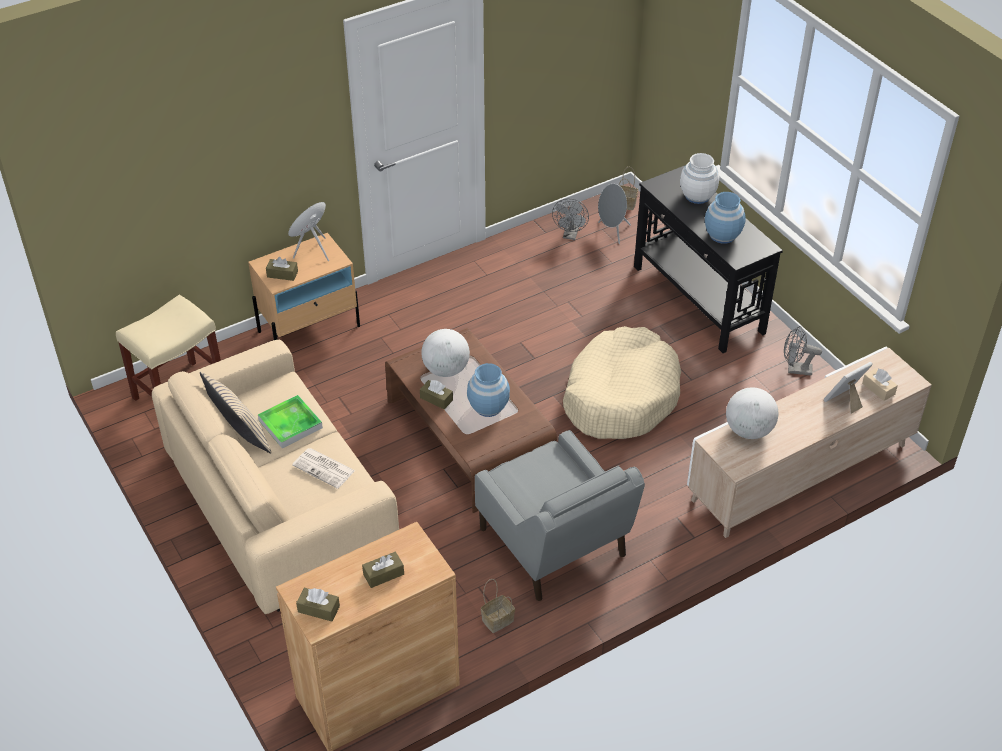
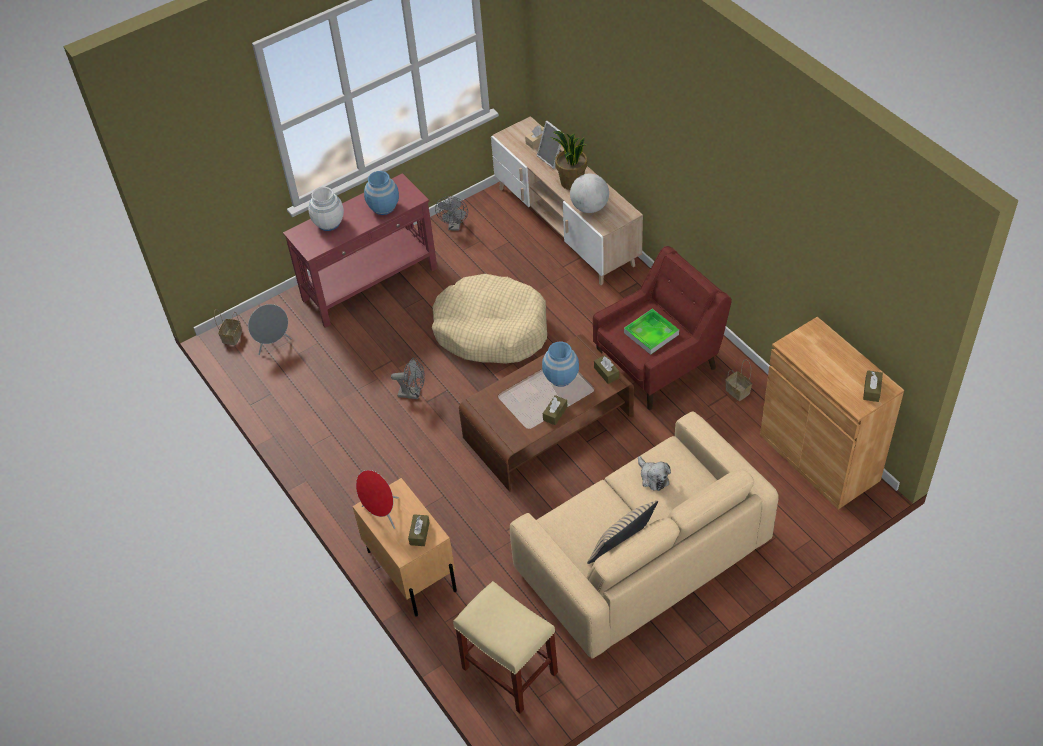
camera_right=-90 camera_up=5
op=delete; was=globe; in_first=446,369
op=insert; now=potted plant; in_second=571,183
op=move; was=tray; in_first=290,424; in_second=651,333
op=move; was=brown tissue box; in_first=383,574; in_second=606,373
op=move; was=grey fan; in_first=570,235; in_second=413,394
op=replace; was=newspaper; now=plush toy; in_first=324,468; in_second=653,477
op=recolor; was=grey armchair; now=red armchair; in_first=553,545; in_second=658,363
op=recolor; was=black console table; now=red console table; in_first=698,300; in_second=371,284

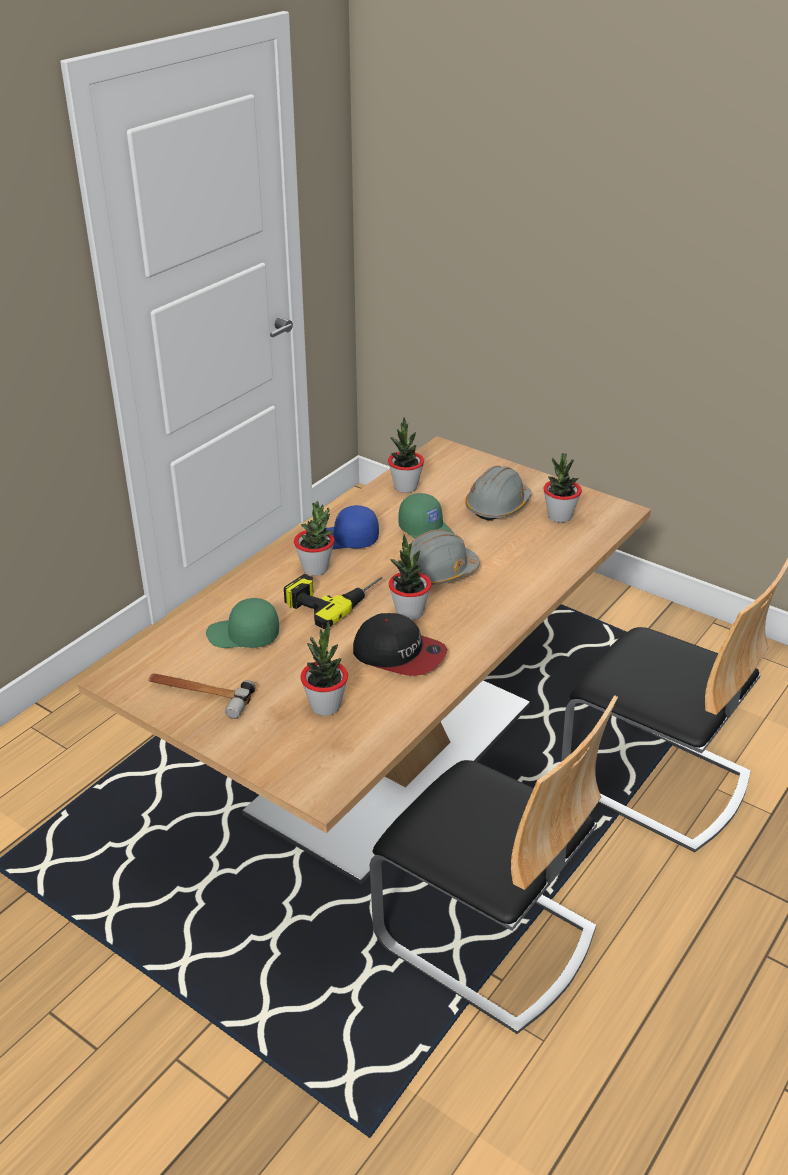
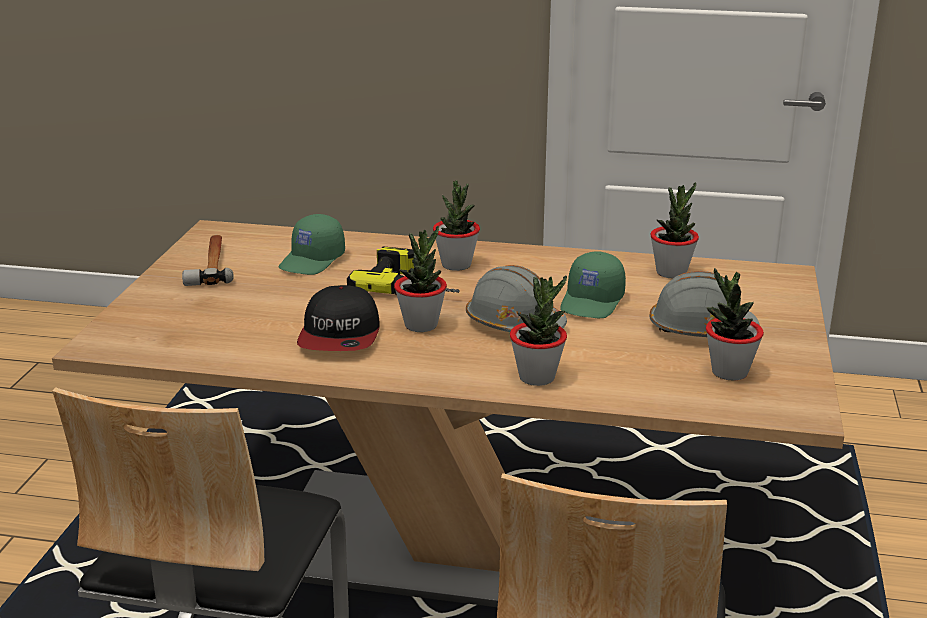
camera_right=65 camera_up=-10
op=delete; was=blue cap; in_first=346,540
op=move; was=potted plant; in_first=325,706; in_second=537,377
op=rotate; was=green cap; in_first=243,636; in_second=313,261; clockwise=-135

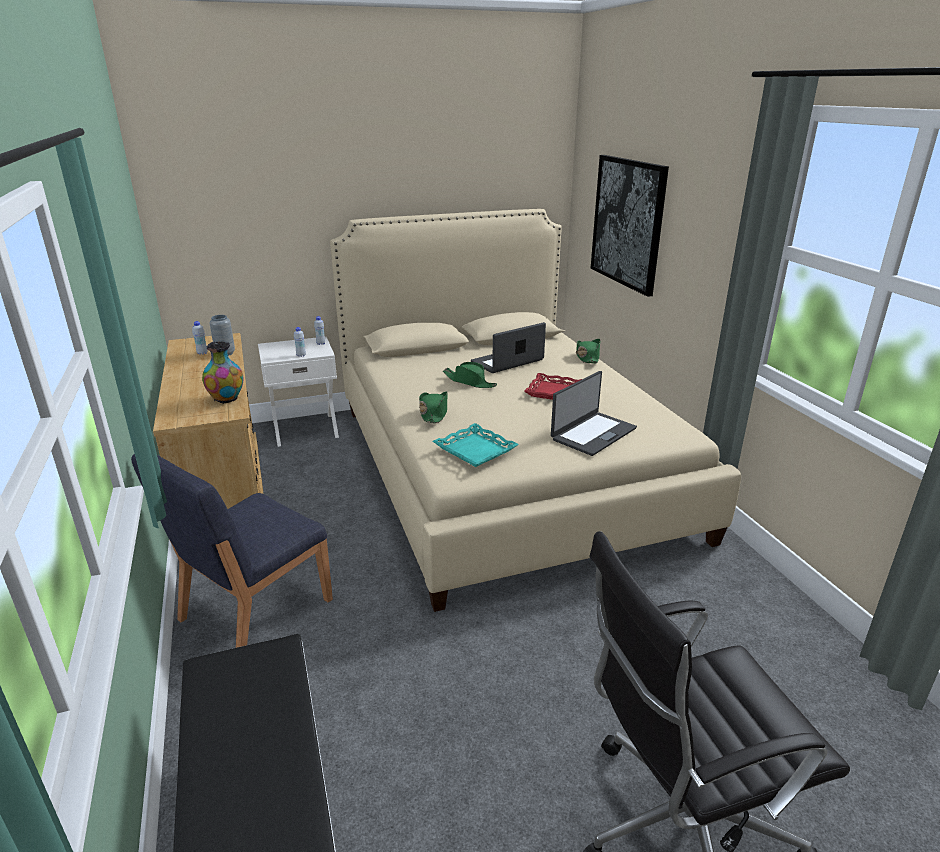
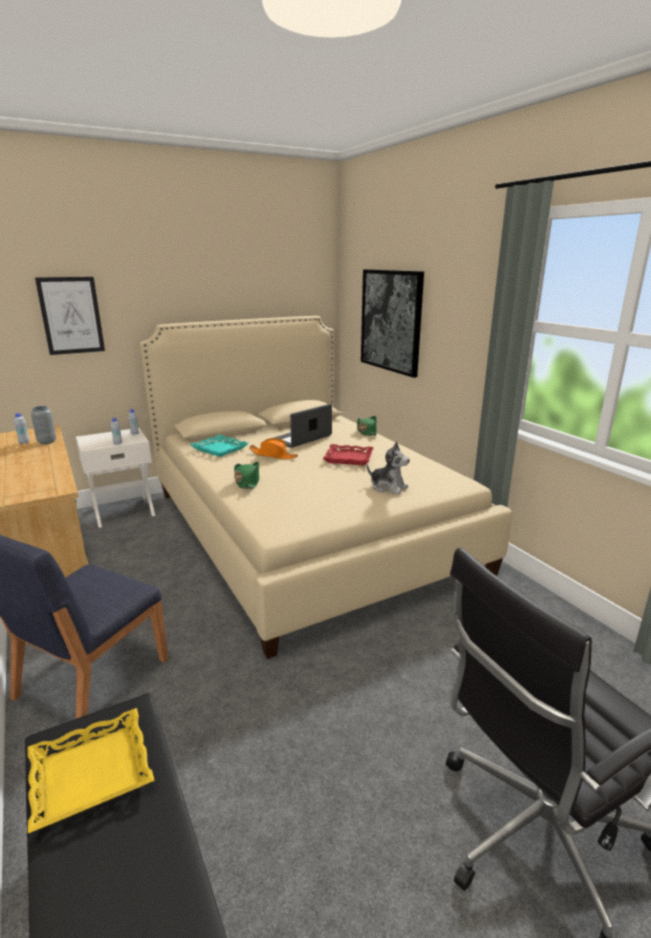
camera_right=-10 camera_up=-5
op=delete; was=vase; in_first=227,399
op=insert; now=yellow tray; in_second=91,774
op=insert; now=picture; in_second=71,315
op=move; was=turquoise tray; in_first=475,450; in_second=220,449
op=replace; was=laptop; now=plush toy; in_first=592,433; in_second=388,487
op=recolor; was=green hat; now=orange hat; in_first=469,382; in_second=273,455

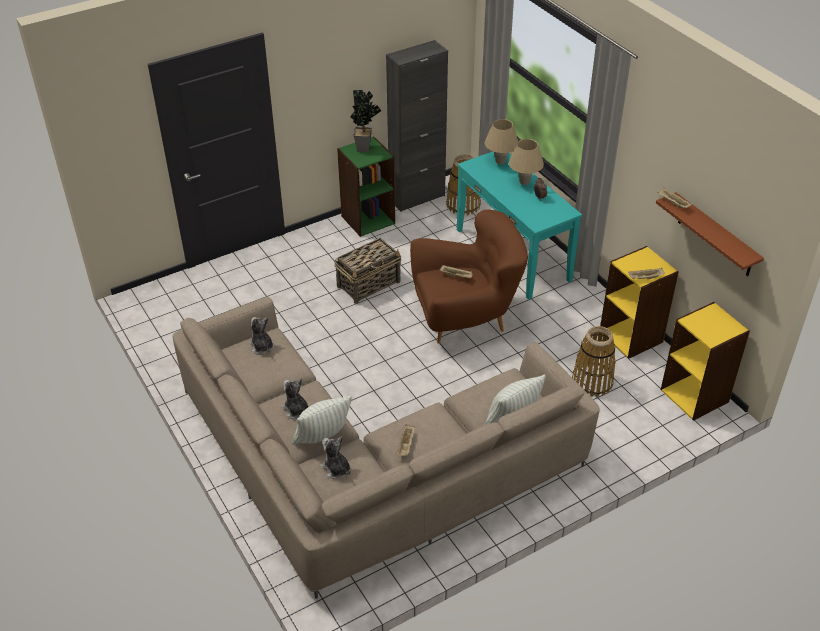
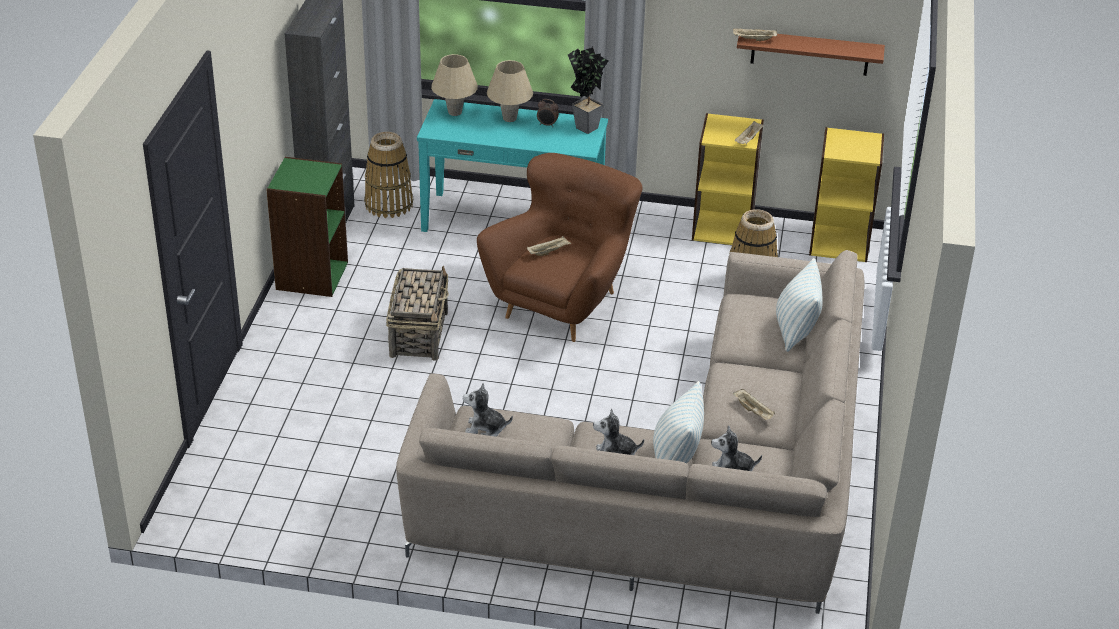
camera_right=-50 camera_up=-5
op=move; was=potted plant; in_first=365,147; in_second=585,125

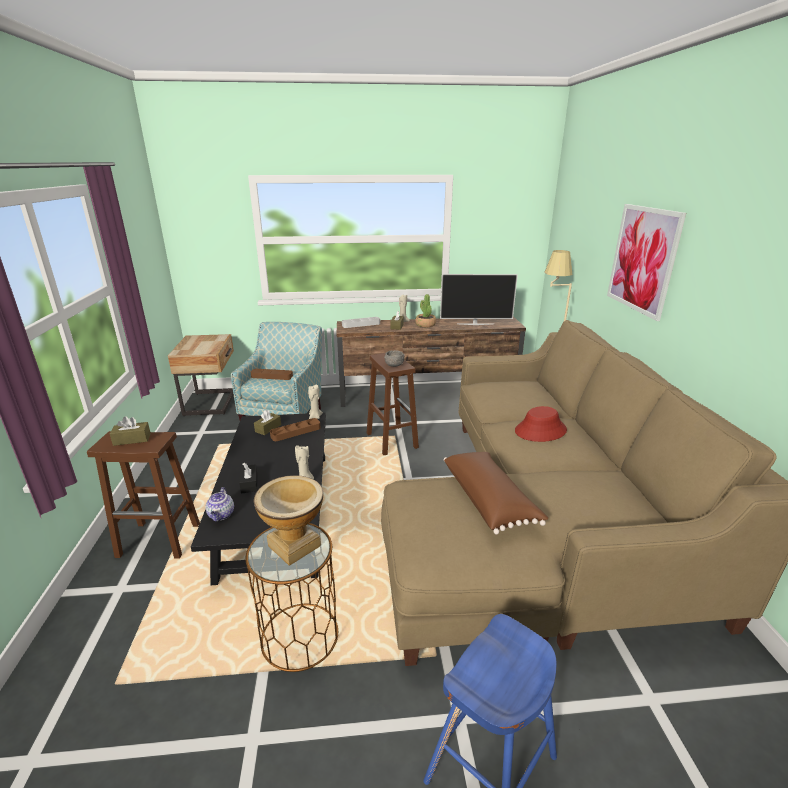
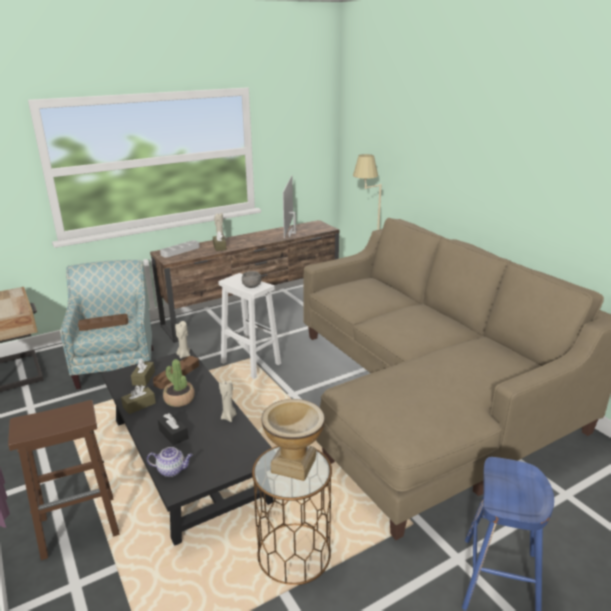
camera_right=-25 camera_up=0
op=delete; was=brown pillow; in_first=489,500
op=delete; was=red hat; in_first=540,431
op=delete; was=picture; in_first=642,259
op=move; was=brown tissue box; in_first=132,439; in_second=139,405
op=move; was=potted plant; in_first=425,324; in_second=179,399
op=recolor; was=brown stool; now=white stool; in_first=391,440; in_second=250,363
op=rotate; was=teapot; in_first=221,515; in_second=172,470; clockwise=-60
op=rotate; was=television; in_first=475,324; in_second=292,232; clockwise=120

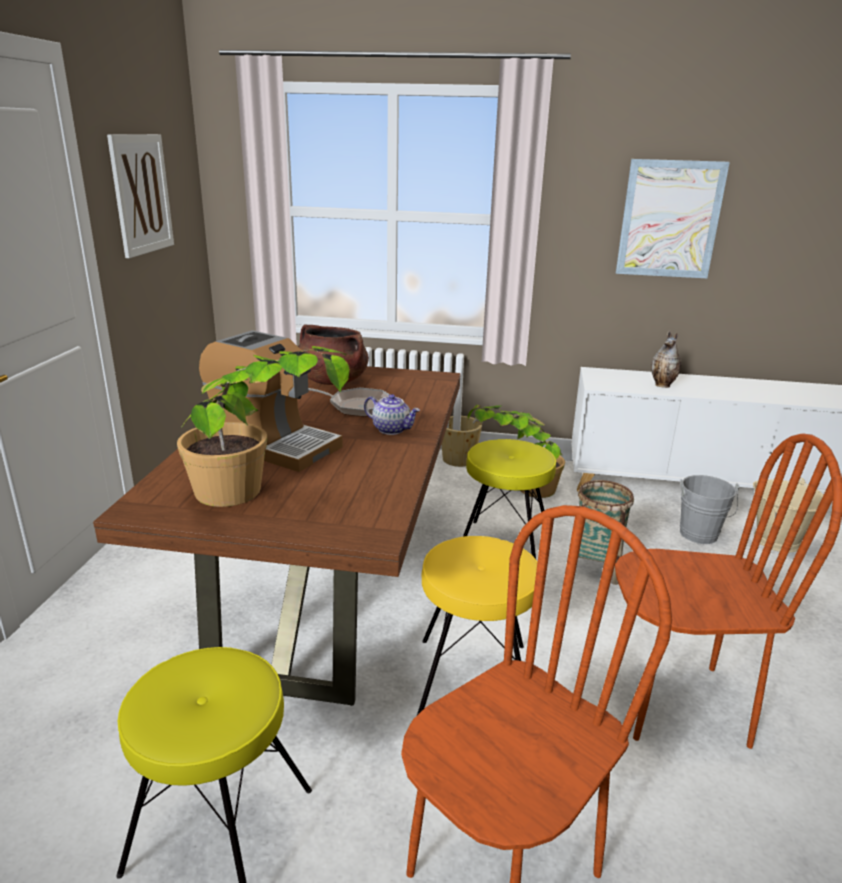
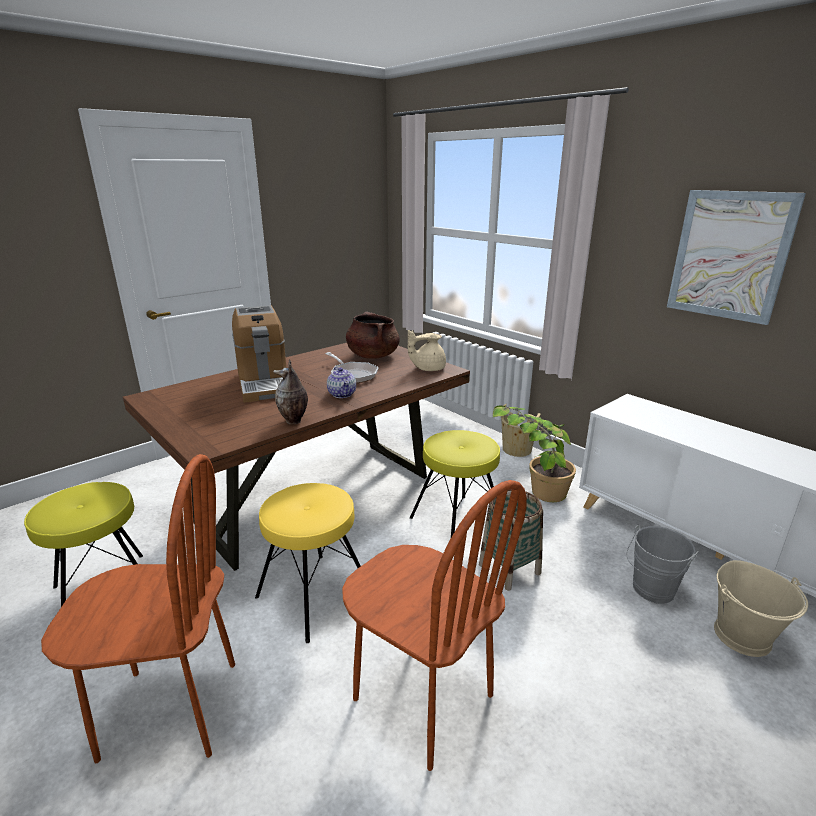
camera_right=40 camera_up=0
op=delete; was=picture; in_first=141,194
op=delete; was=potted plant; in_first=259,497
op=insert; now=beige teapot; in_second=427,368
op=move; was=vase; in_first=663,385; in_second=294,421

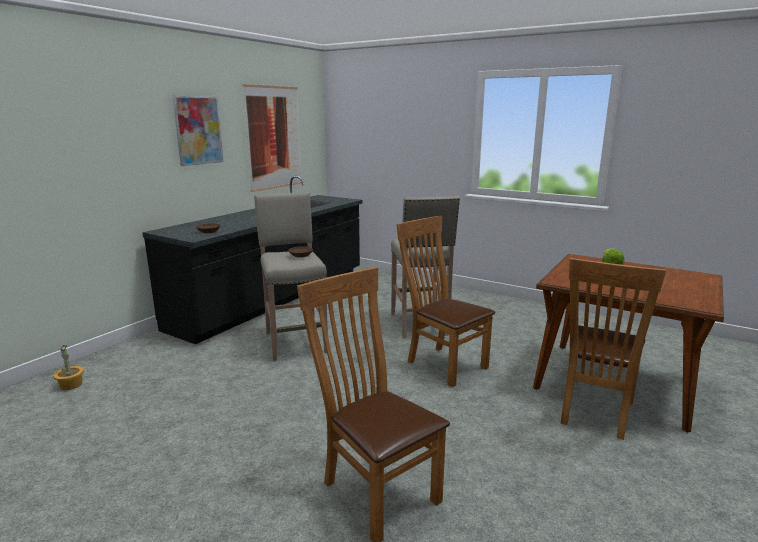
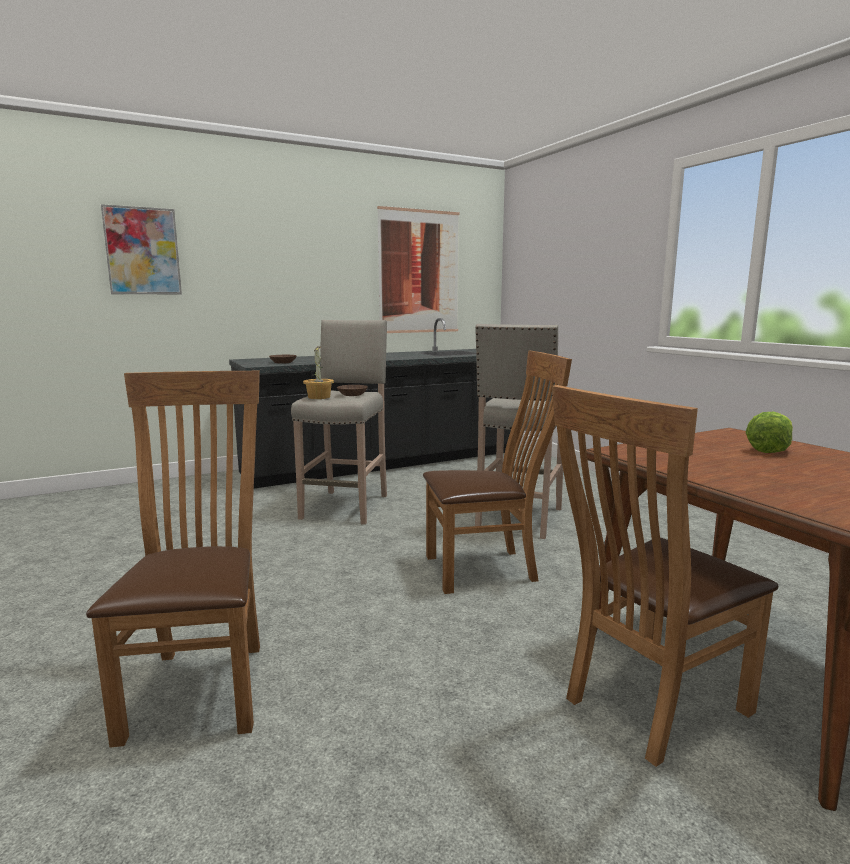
camera_right=30 camera_up=-5
op=move; was=potted plant; in_first=71,385; in_second=319,397
op=move; was=picture; in_first=198,130; in_second=142,251
op=rotate; was=brown chair; in_first=442,363; in_second=487,569; clockwise=90

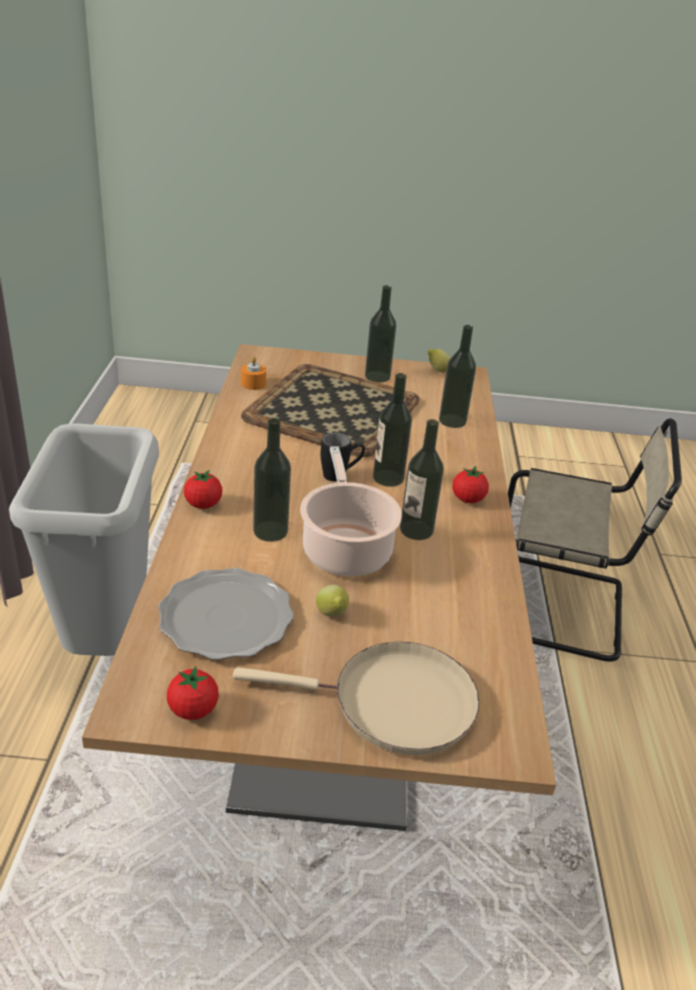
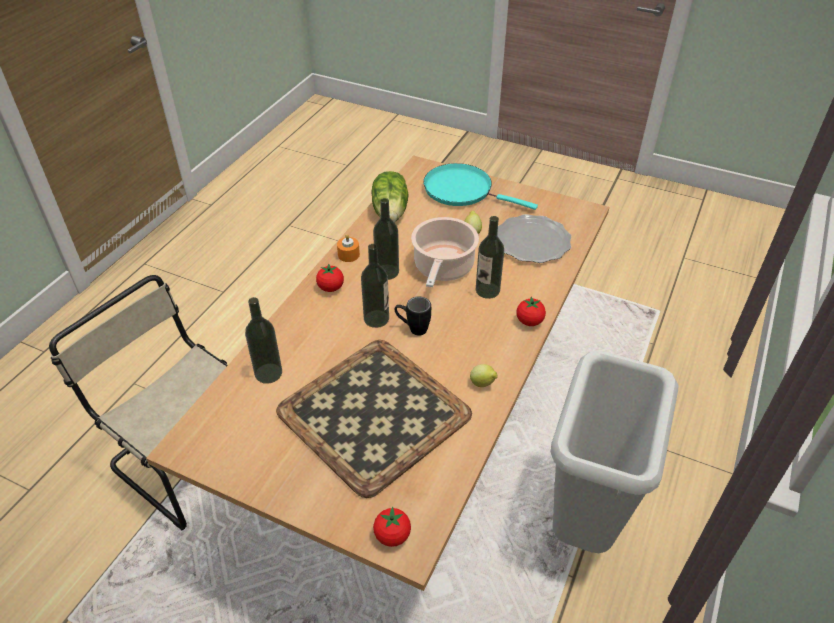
camera_right=-155 camera_up=10
op=delete; was=bottle; in_first=377,376
op=insert; now=lettuce; in_second=391,212
op=move; was=tomato; in_first=193,710; in_second=392,535
op=move; was=orange candle; in_first=253,384; in_second=348,255
op=move; was=lemon; in_first=437,370; in_second=483,384
op=recolor; was=beige frying pan; now=turquoise frying pan; in_first=394,703; in_second=462,190

